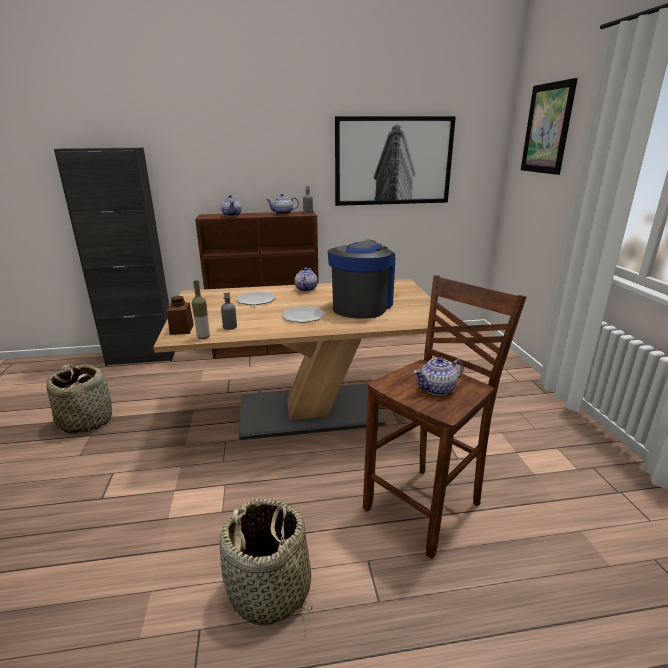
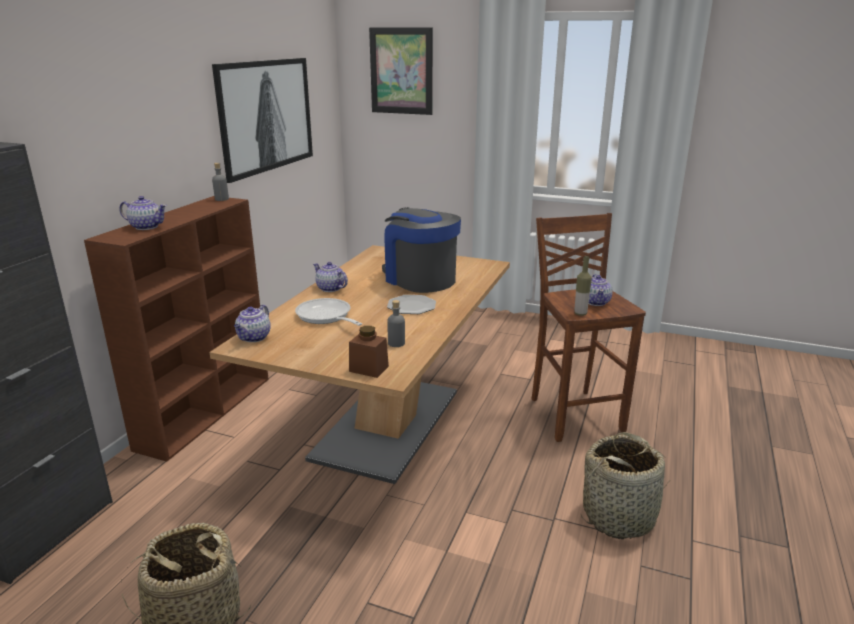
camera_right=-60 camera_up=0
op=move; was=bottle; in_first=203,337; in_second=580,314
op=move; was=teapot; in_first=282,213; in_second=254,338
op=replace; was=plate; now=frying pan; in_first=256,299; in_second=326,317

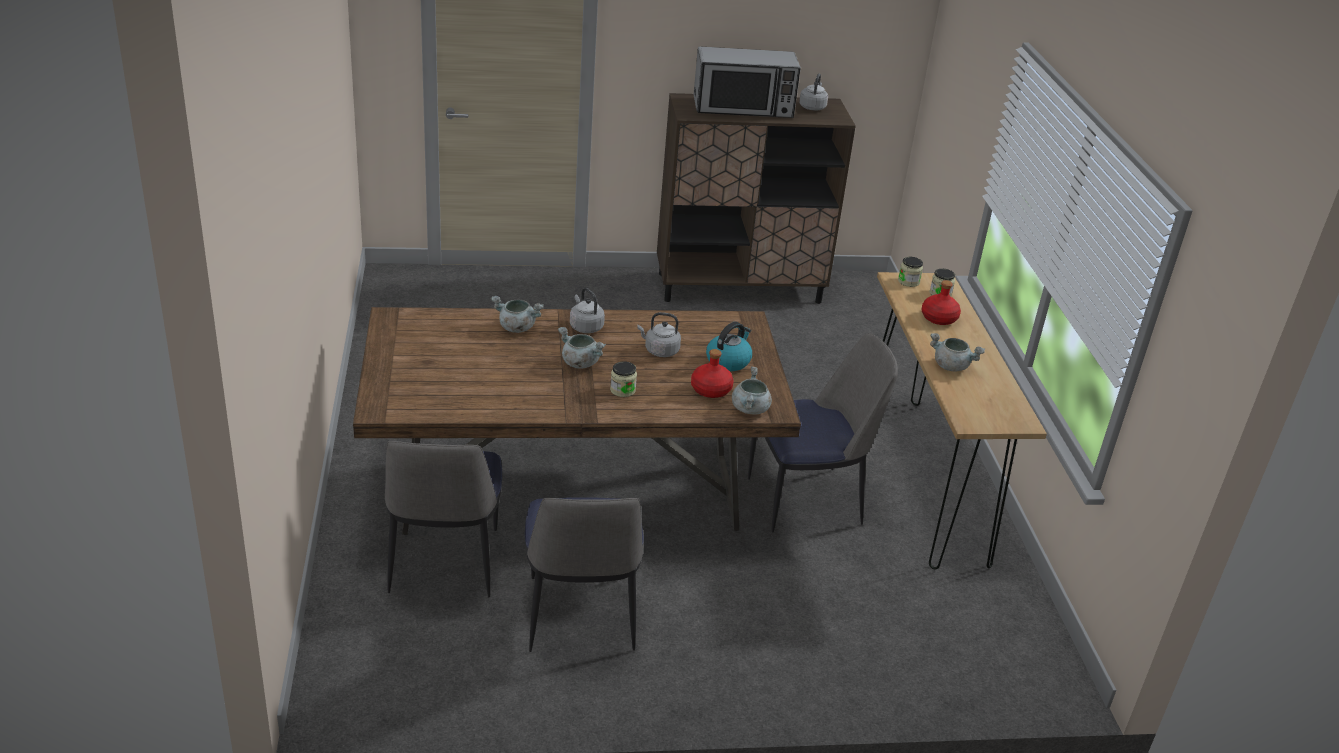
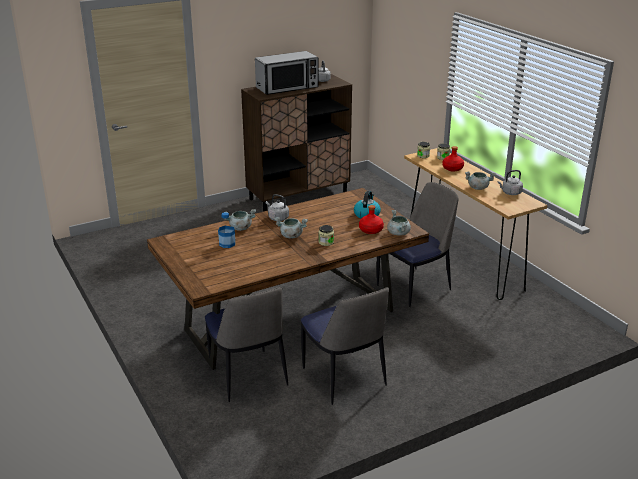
camera_right=-20 camera_up=-5
op=insert; now=bottle; in_second=227,244
op=move; was=grey kettle; in_first=659,351; in_second=510,193

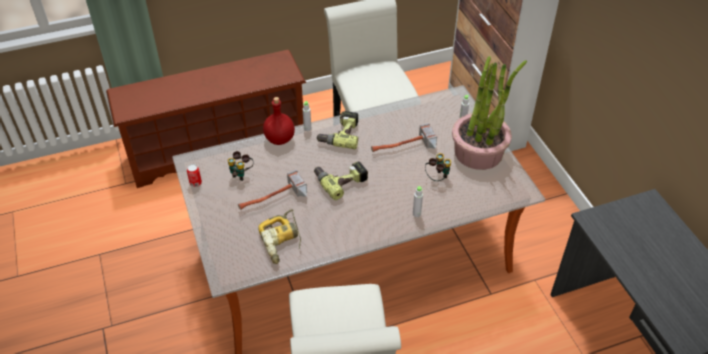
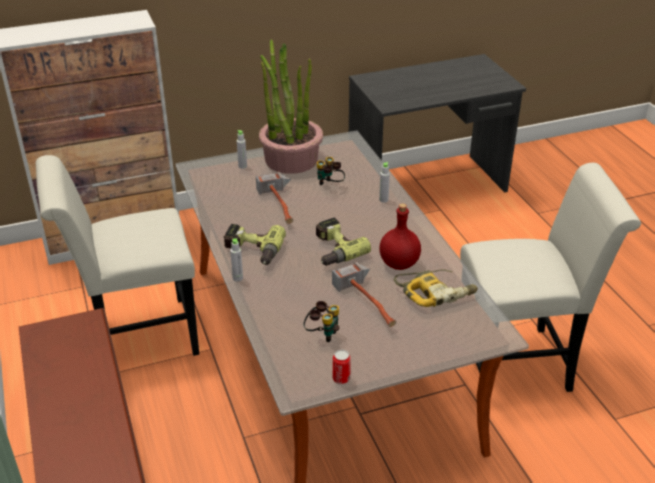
camera_right=-90 camera_up=-10
op=move; was=red bottle; in_first=280,139; in_second=399,263

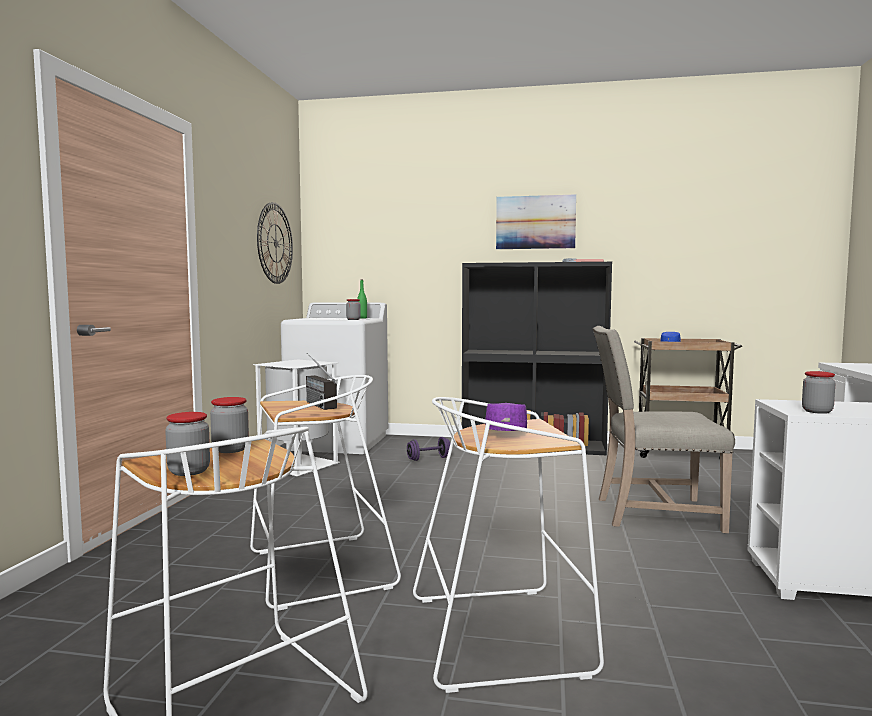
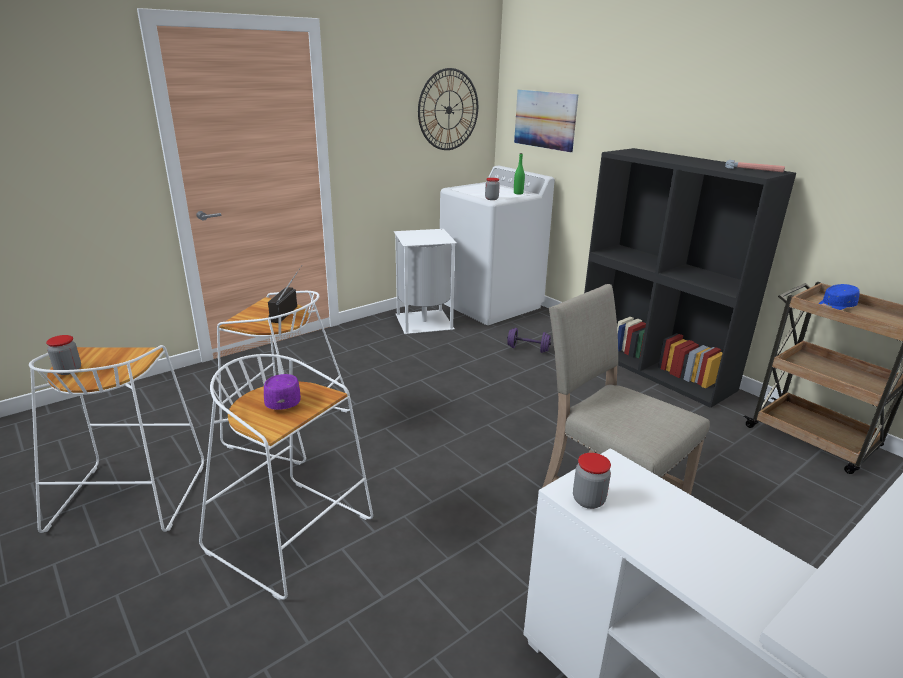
camera_right=40 camera_up=20
op=delete; was=jar; in_first=230,450
op=move; was=picture; in_first=535,222; in_second=545,120
op=rotate; was=purple cap; in_first=506,430; in_second=283,399; clockwise=-60

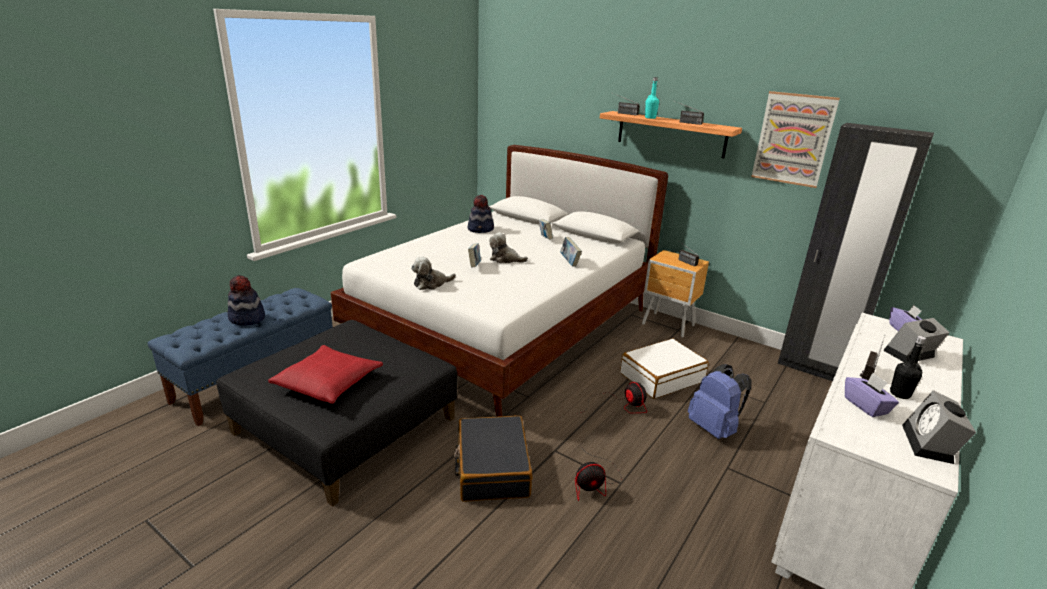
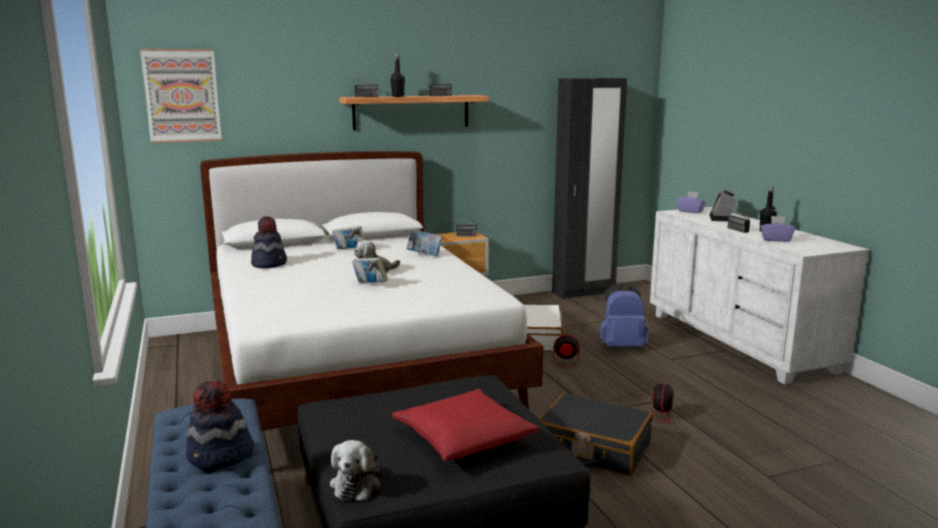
camera_right=-55 camera_up=-10
op=delete; was=alarm clock; in_first=931,445
op=move; was=plush toy; in_first=431,284; in_second=357,483
op=move; was=picture; in_first=793,139; in_second=182,96
op=recolor; was=turquoise bottle; now=black bottle; in_first=650,118; in_second=398,96

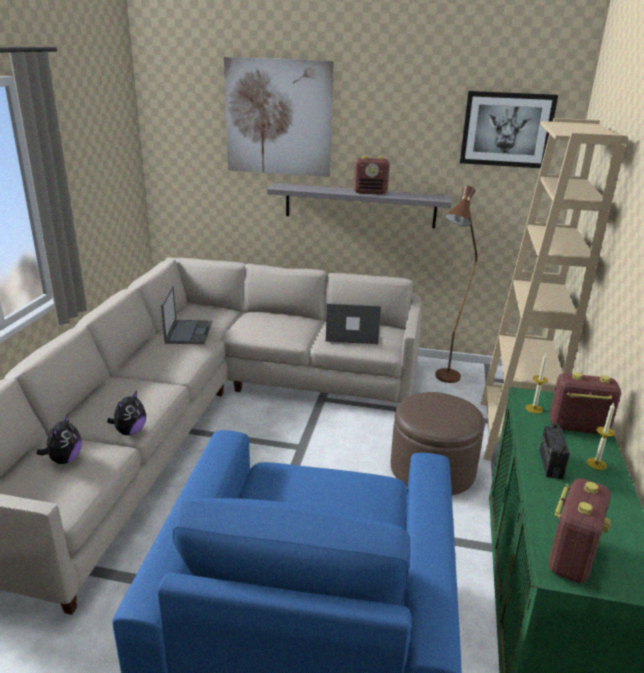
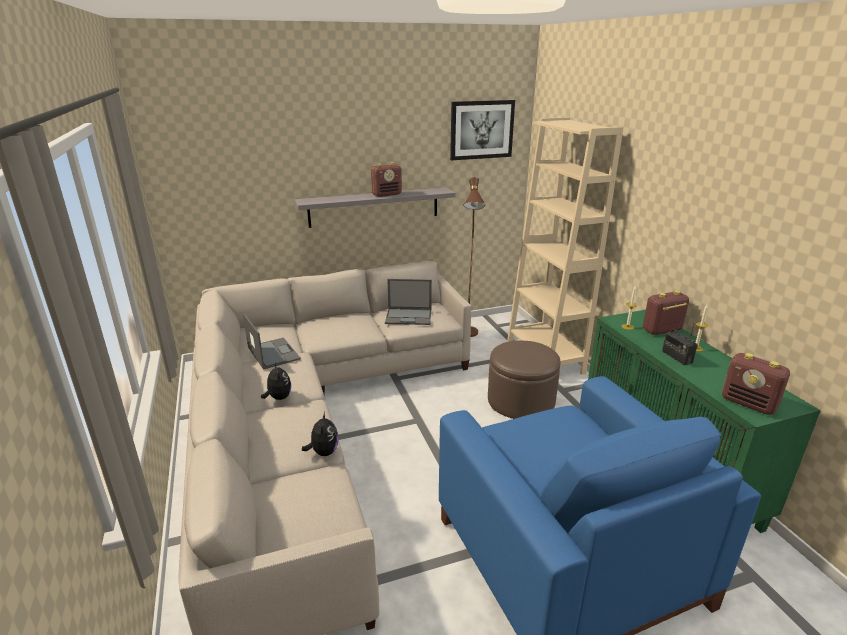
camera_right=-30 camera_up=0
op=delete; was=picture; in_first=278,117
op=move; was=plush toy; in_first=64,459; in_second=278,398
op=rotate; was=laptop; in_first=351,334; in_second=409,317; clockwise=-150
op=rotate; was=radio; in_first=571,556; in_second=749,404; clockwise=135

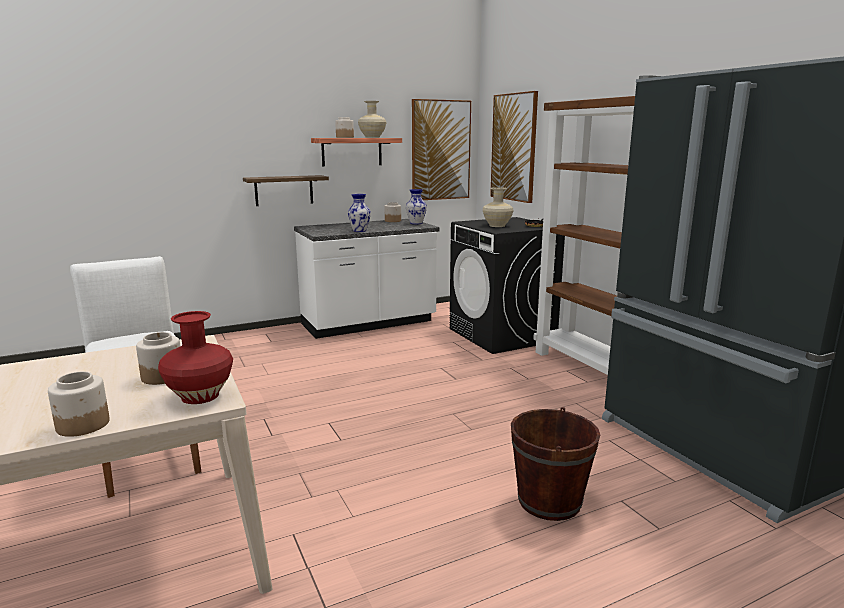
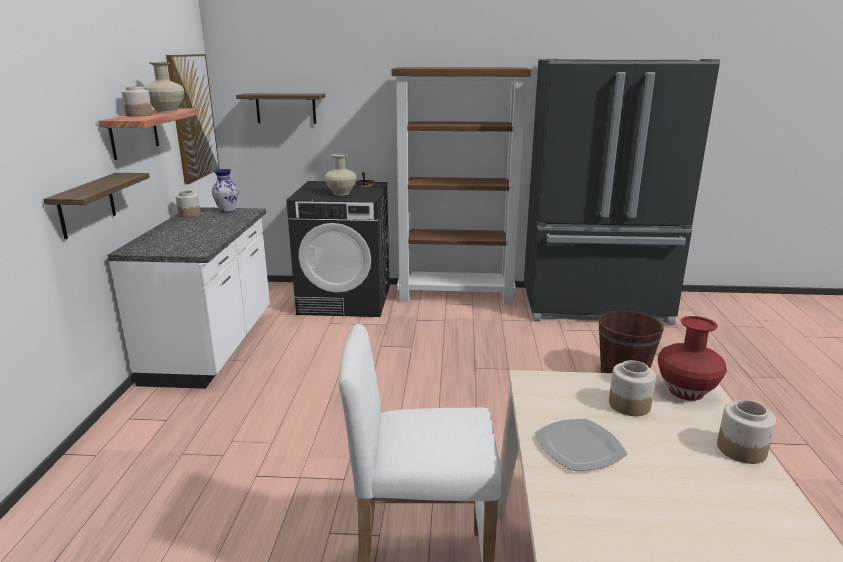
camera_right=-60 camera_up=5
op=delete; was=vase; in_first=360,231
op=insert; now=plate; in_second=579,448
op=replace; was=picture; now=shelf; in_first=514,147; in_second=286,108

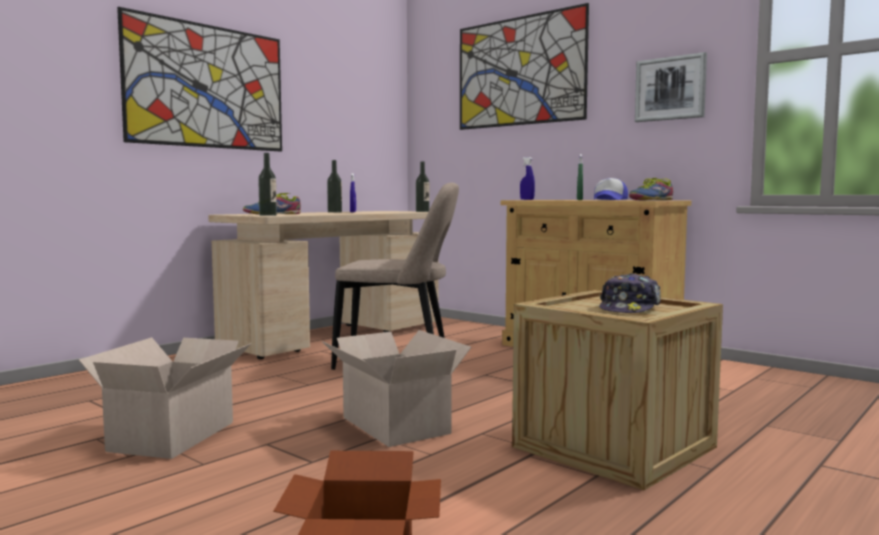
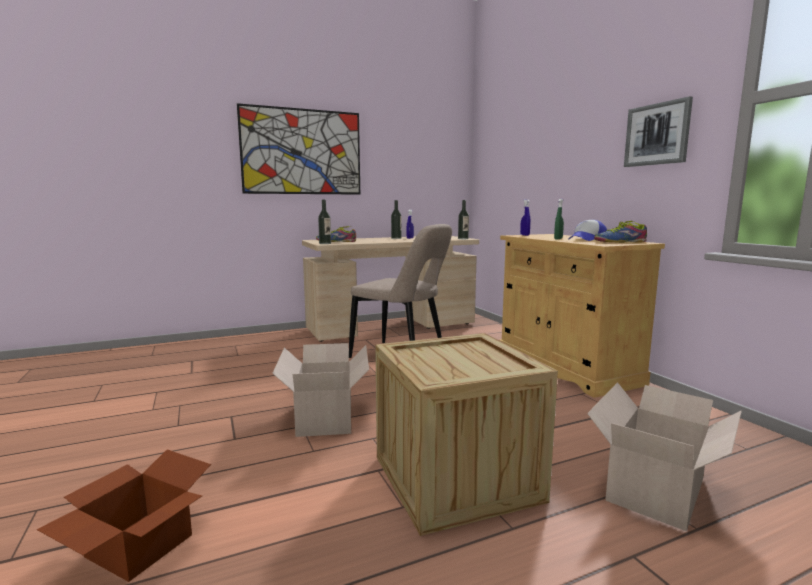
camera_right=25 camera_up=5
op=delete; was=picture; in_first=519,71
op=delete; was=cap; in_first=629,309
op=move; was=cardboard box; in_first=176,435; in_second=657,488

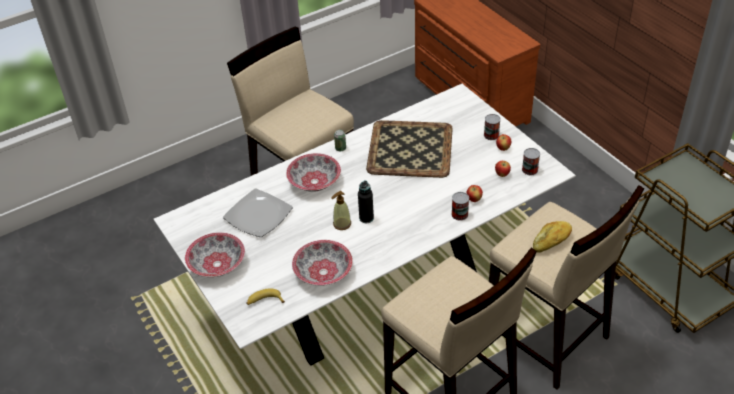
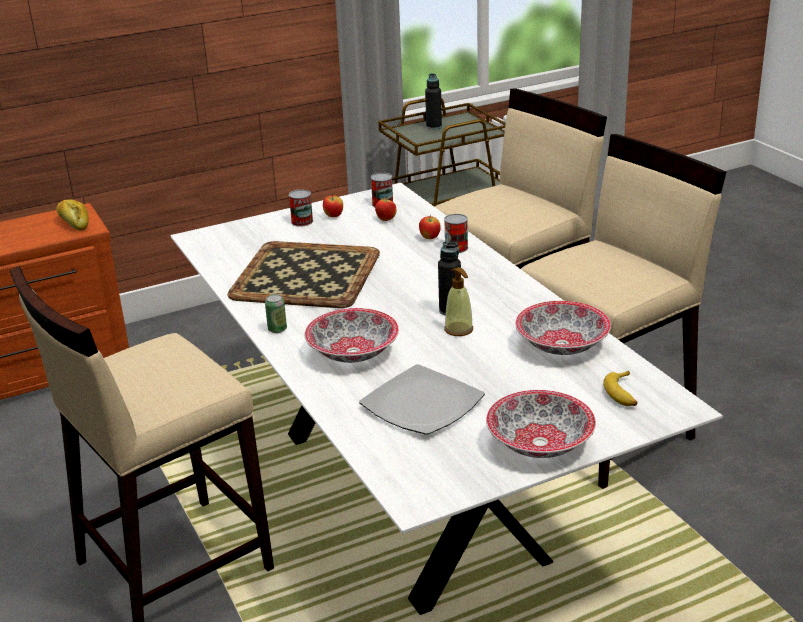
camera_right=-85 camera_up=-15
op=insert; now=black bottle; in_second=434,127
op=move; was=bread; in_first=552,241; in_second=74,222

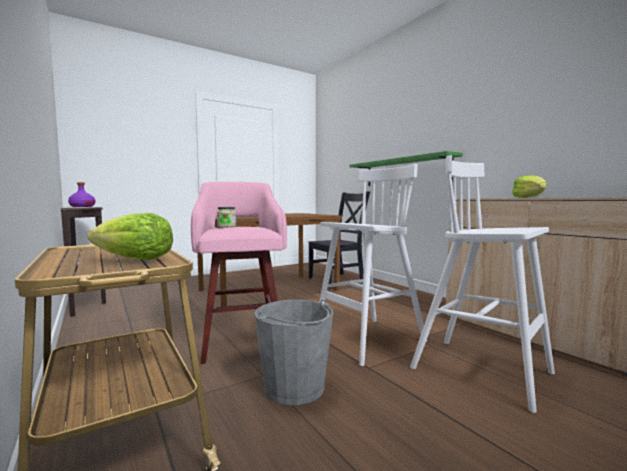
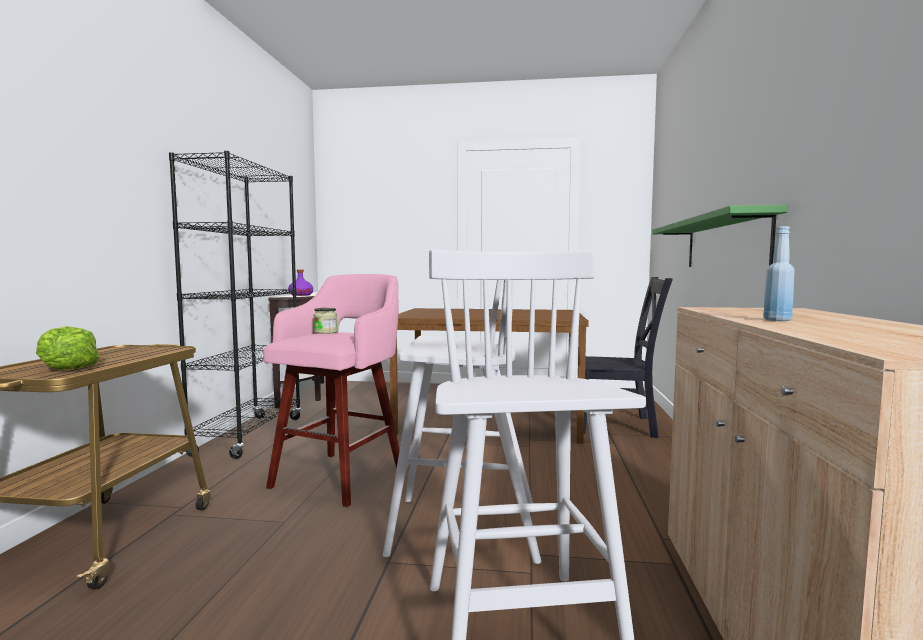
camera_right=40 camera_up=0
op=delete; was=grey bucket; in_first=294,388
op=insert; now=black bookcase; in_second=249,436
op=replace; was=lettuce; now=blue bottle; in_first=529,197; in_second=777,320

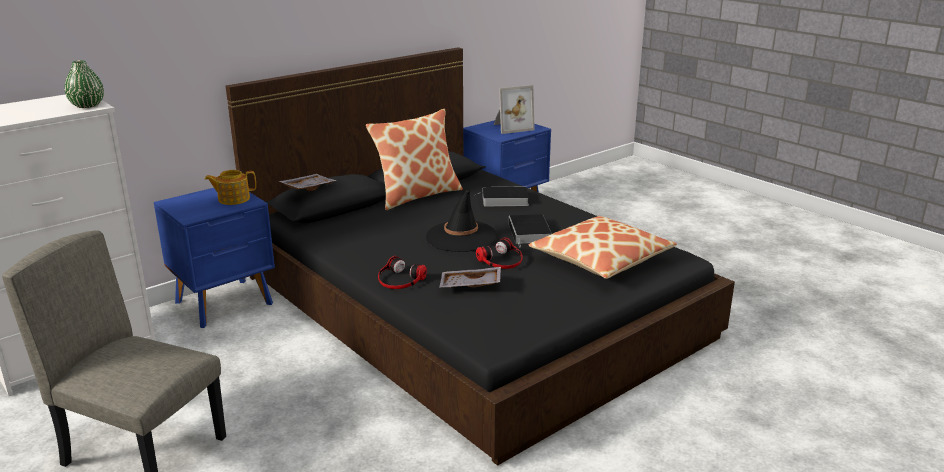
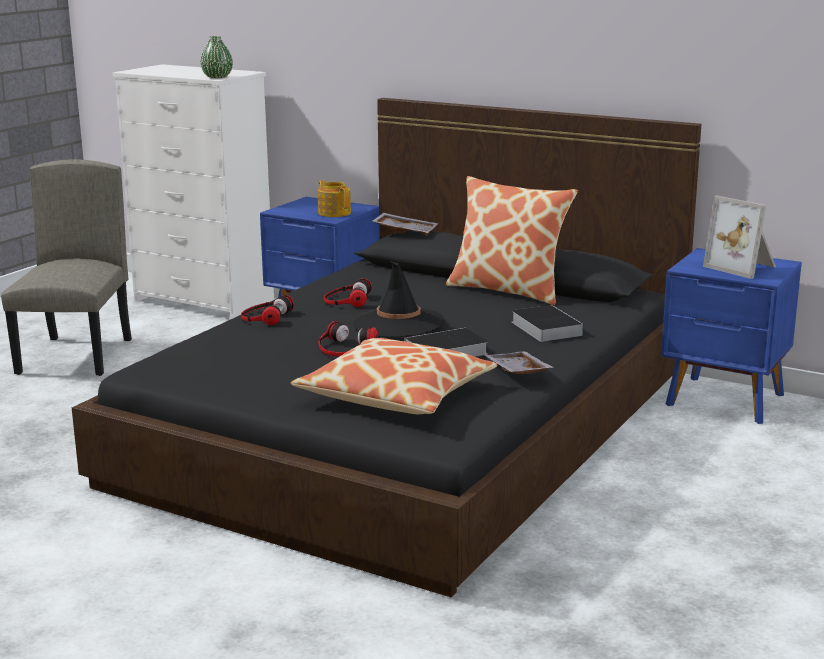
camera_right=70 camera_up=-5
op=insert; now=headphones; in_second=346,300
op=move; was=grey tray; in_first=470,286; in_second=516,372

